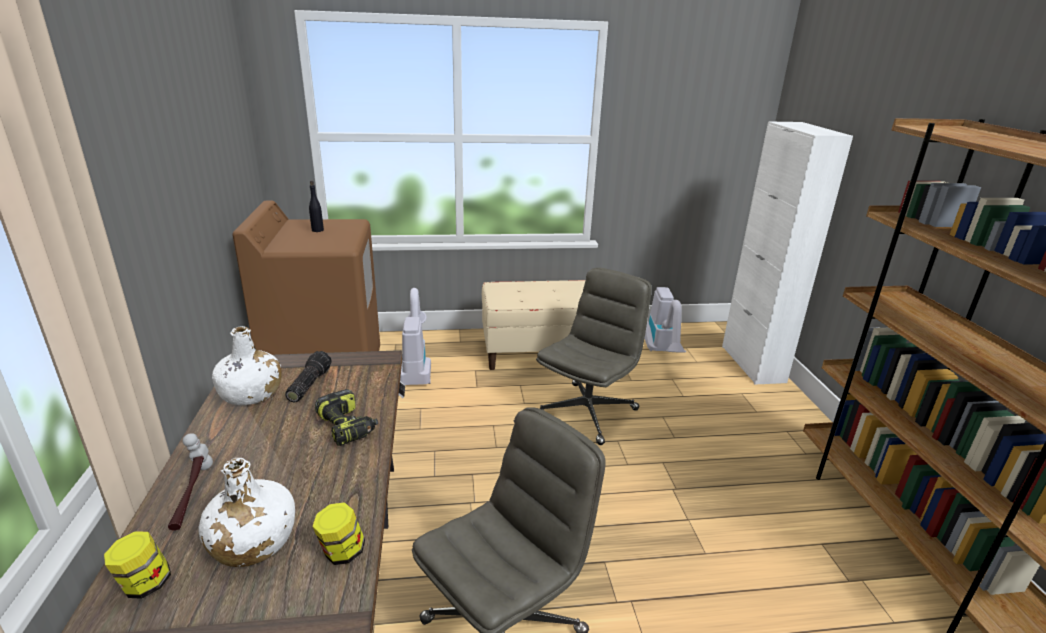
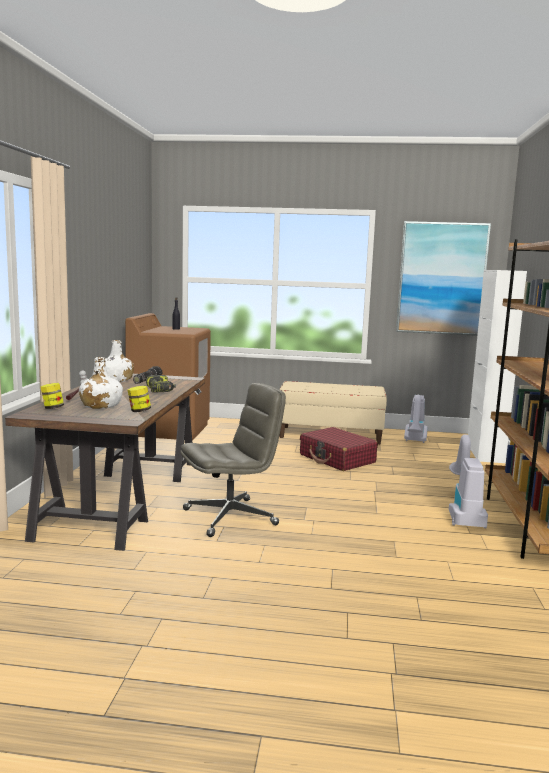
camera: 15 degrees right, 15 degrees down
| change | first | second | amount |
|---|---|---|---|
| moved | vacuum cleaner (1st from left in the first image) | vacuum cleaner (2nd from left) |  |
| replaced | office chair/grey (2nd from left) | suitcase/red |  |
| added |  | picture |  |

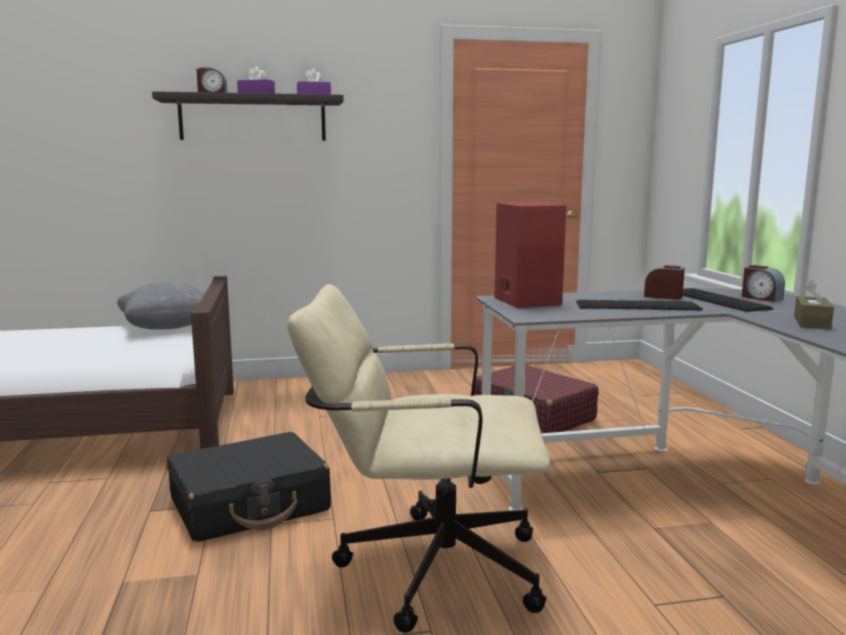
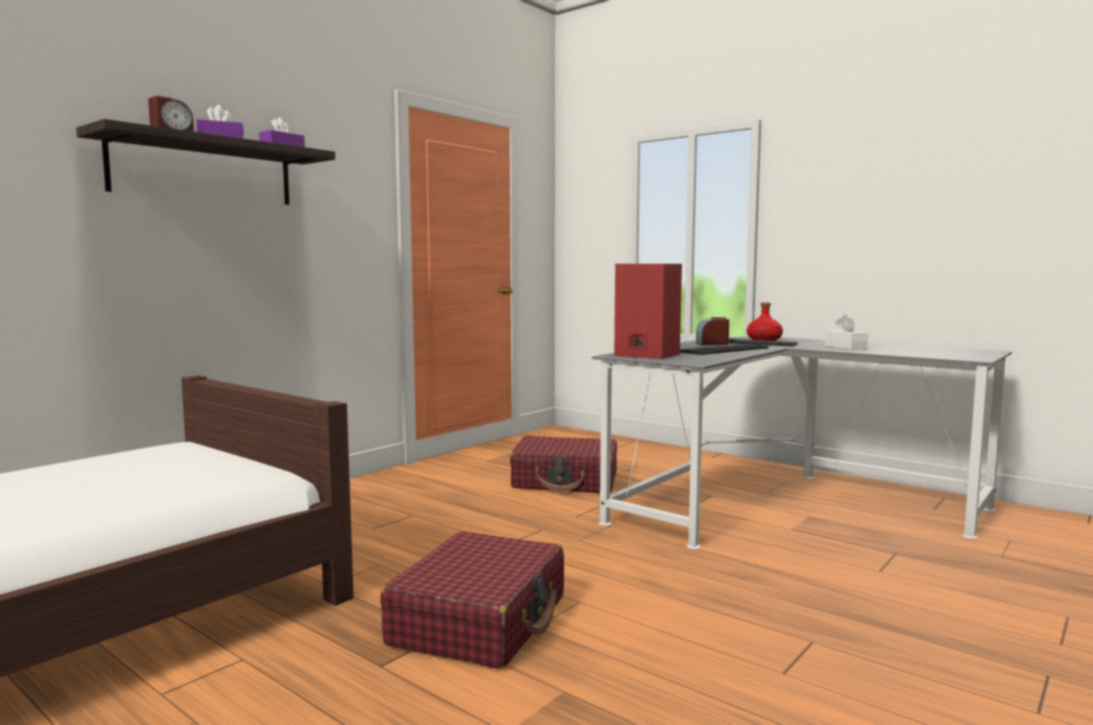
camera: 40 degrees left, 5 degrees down
| change | first | second | amount |
|---|---|---|---|
| removed | pillow/grey |  |  |
| recoloured | suitcase/black | suitcase/red (1st from left) |  |
| removed | office chair/beige |  |  |
| replaced | alarm clock (3rd from left) | bottle/red |  |
| recoloured | tissue box/brown | tissue box/white |  |

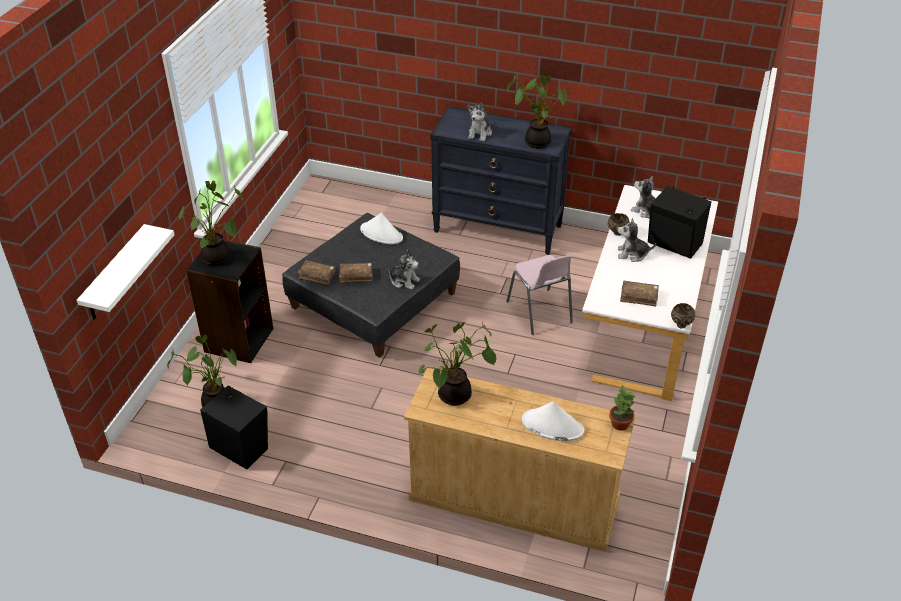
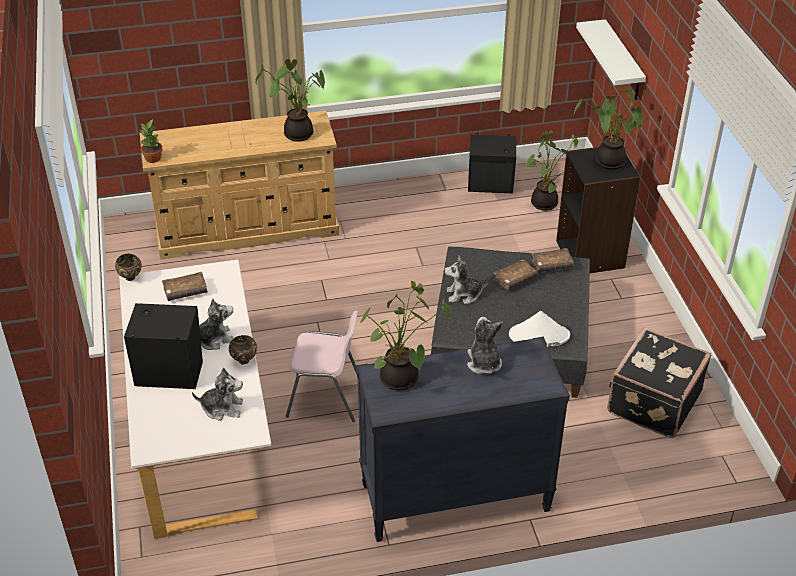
camera: 150 degrees right, 0 degrees up
| change | first | second | amount |
|---|---|---|---|
| turned | chair/pink |  | 150 degrees clockwise |
| removed | hat/white (2nd from left) |  |  |
| added |  | suitcase/black |  |

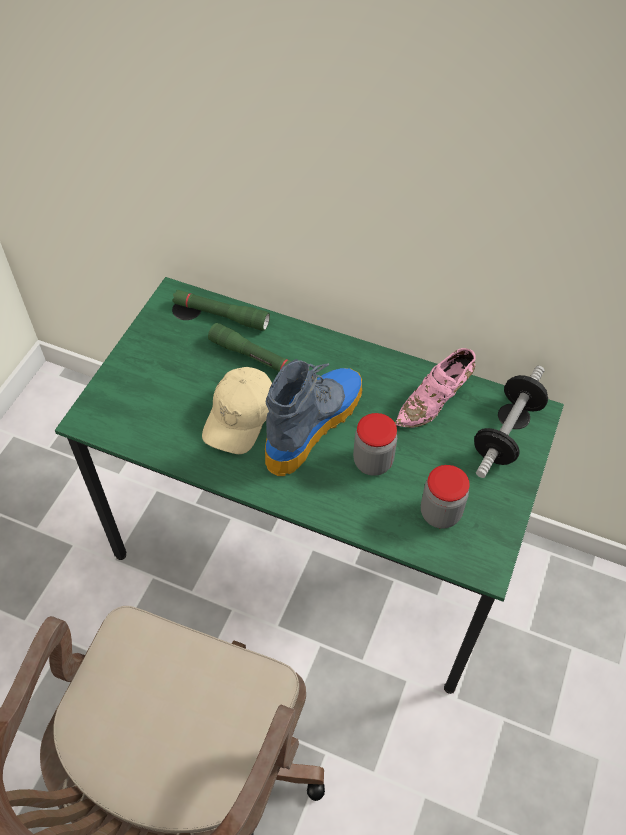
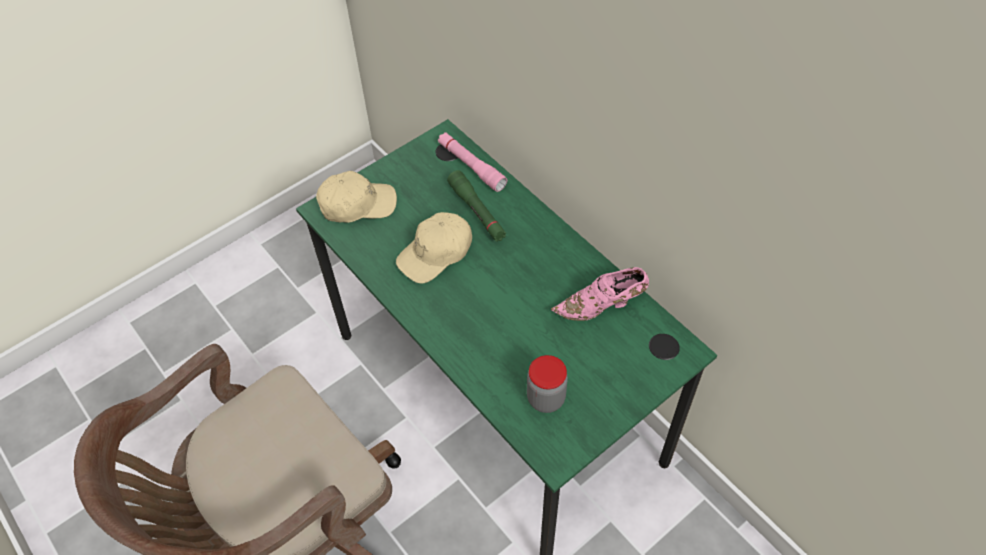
camera: 30 degrees right, 0 degrees up
| change | first | second | amount |
|---|---|---|---|
| recoloured | flashlight/green (1st from left) | flashlight/pink |  |
| removed | boot |  |  |
| removed | jar (1st from left) |  |  |
| removed | dumbbell |  |  |
| added |  | cap/beige (1st from left) |  |

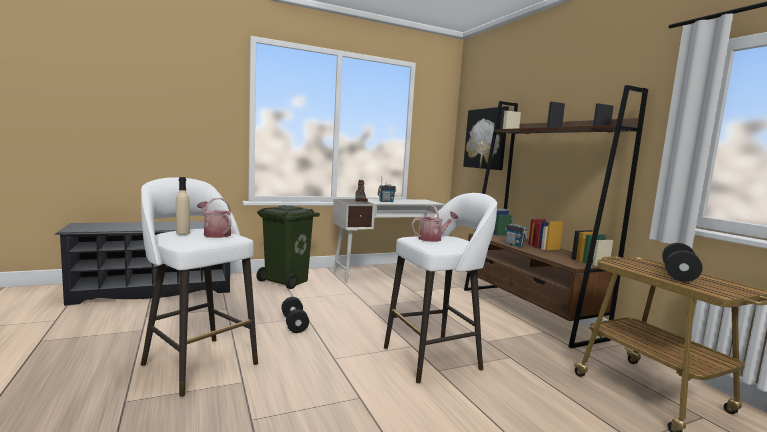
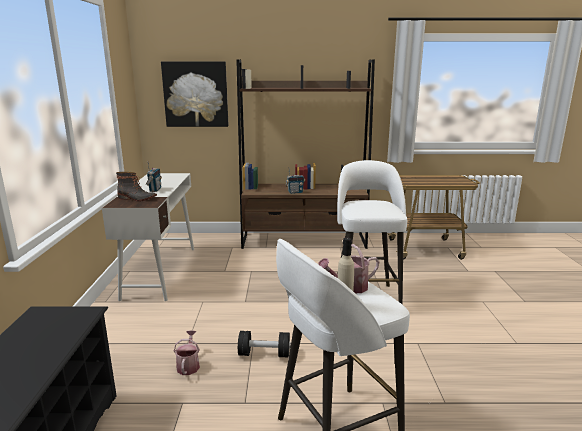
camera: 65 degrees left, 10 degrees up
| change | first | second | amount |
|---|---|---|---|
| removed | trash can/green |  |  |
| moved | watering can (2nd from left in the first image) | watering can (1st from left) |  |
| removed | dumbbell/black (2nd from left) |  |  |

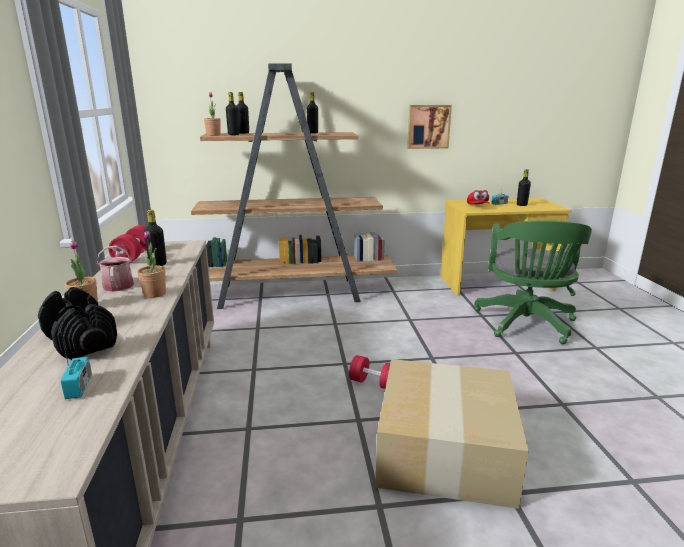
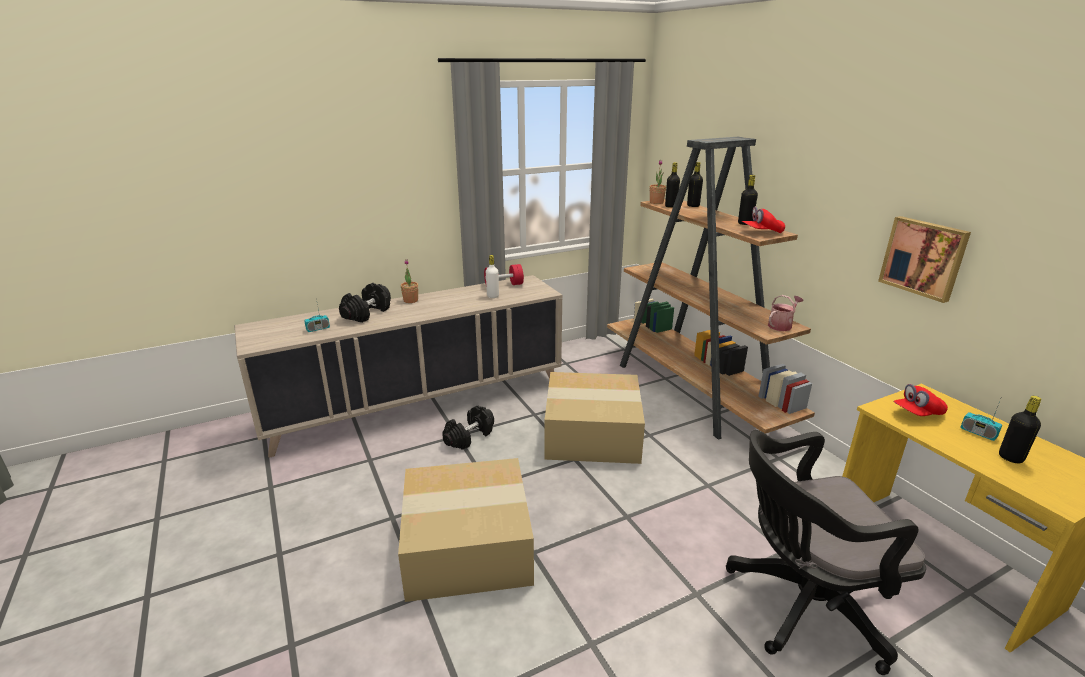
camera: 70 degrees right, 5 degrees up
| change | first | second | amount |
|---|---|---|---|
| moved | watering can |  |  |
| removed | potted plant (2nd from left) |  |  |
| recoloured | bottle/black (1st from left) | bottle/white |  |
| removed | dumbbell/red (2nd from left) |  |  |
| recoloured | office chair/green | office chair/black |  |
| added |  | dumbbell/black (2nd from left) |  |
| added |  | cardboard box (2nd from left) |  |
| added |  | cap/red (1st from left) |  |

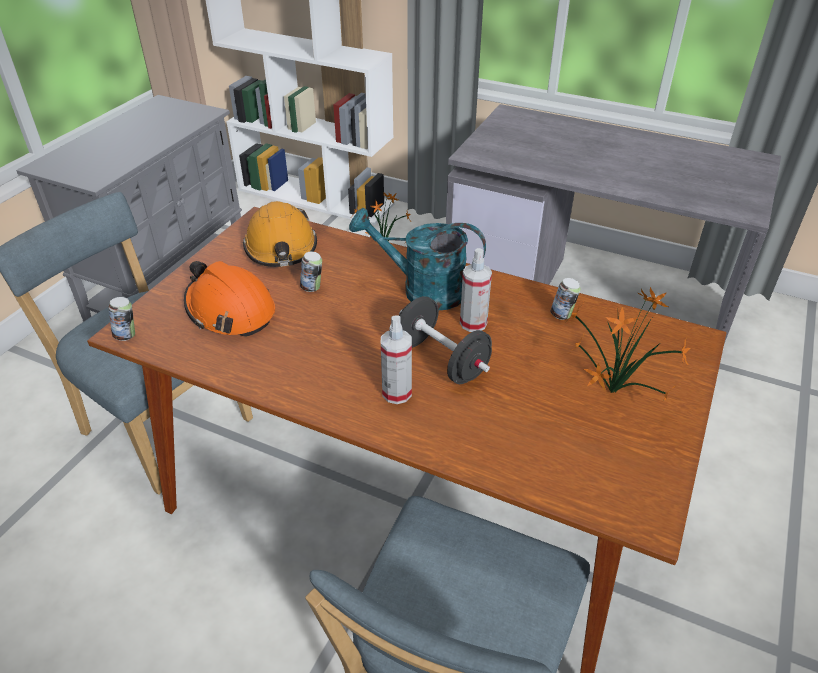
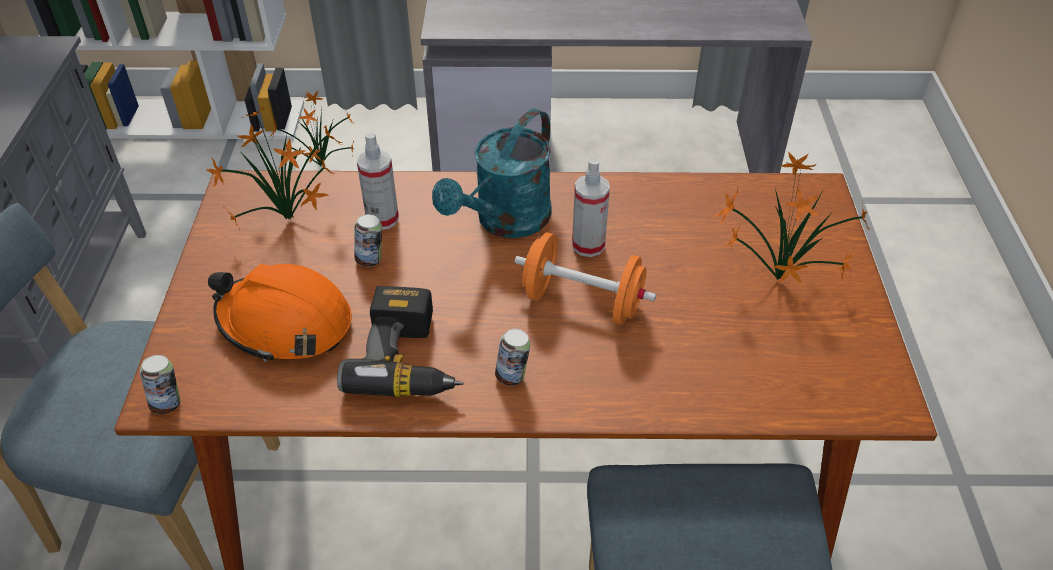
camera: 25 degrees left, 5 degrees up
| change | first | second | amount |
|---|---|---|---|
| replaced | hard hat/orange (2nd from left) | potted plant (1st from left) |  |
| turned | watering can/turquoise |  | 45 degrees counterclockwise |
| moved | spray bottle (1st from left) |  |  |
| recoloured | dumbbell/black | dumbbell/orange |  |
| moved | can (3rd from left) |  |  |
| added |  | power drill |  |

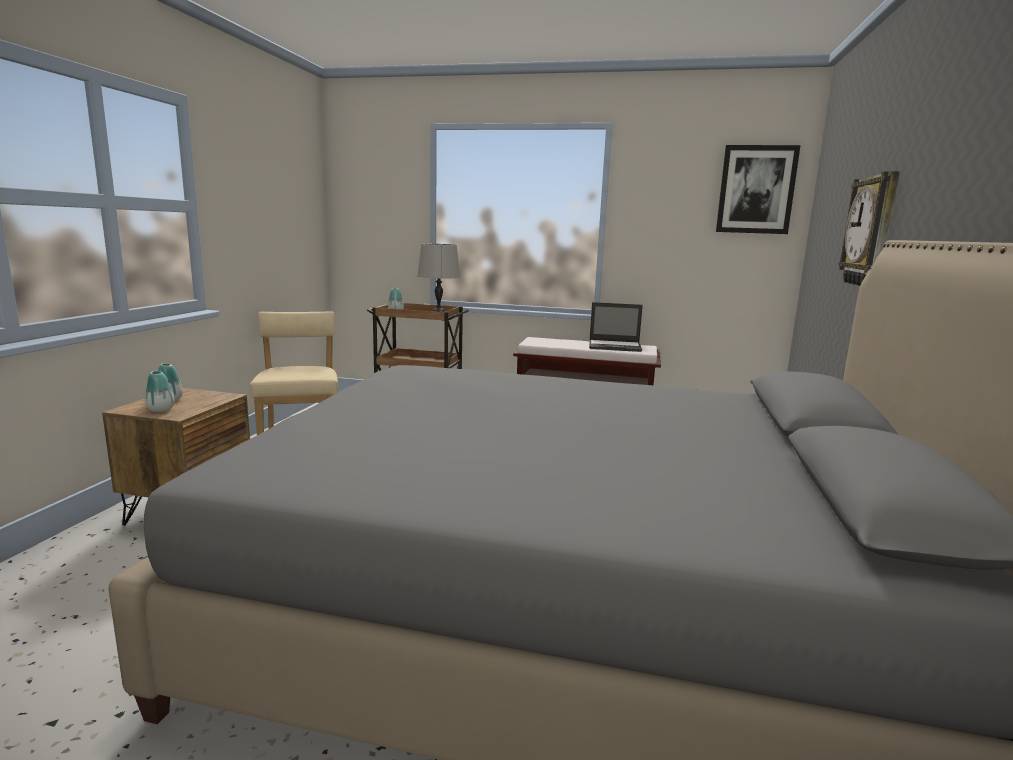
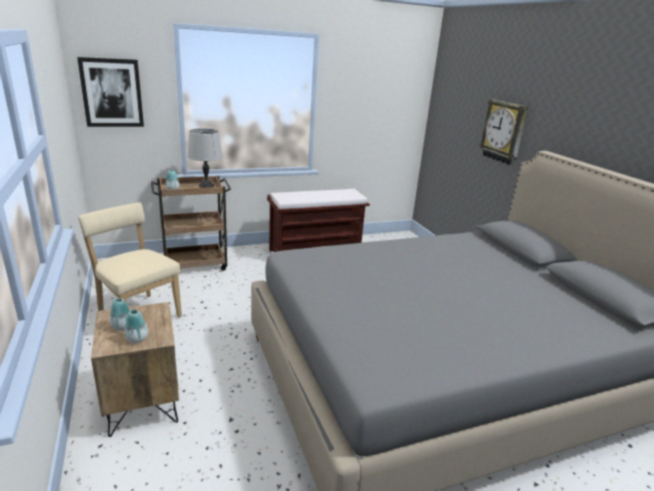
camera: 35 degrees left, 10 degrees up
| change | first | second | amount |
|---|---|---|---|
| removed | laptop |  |  |
| moved | picture |  |  |

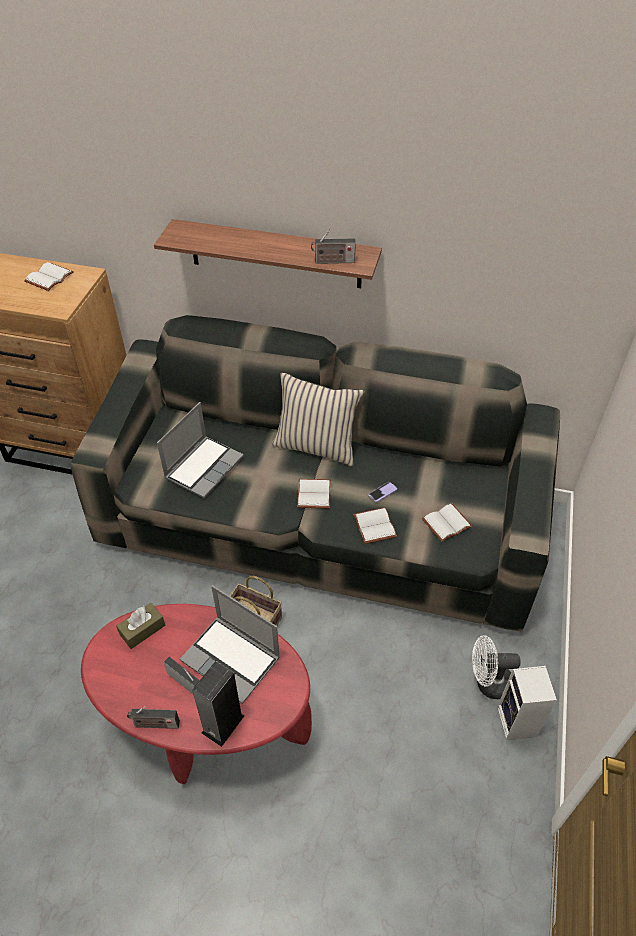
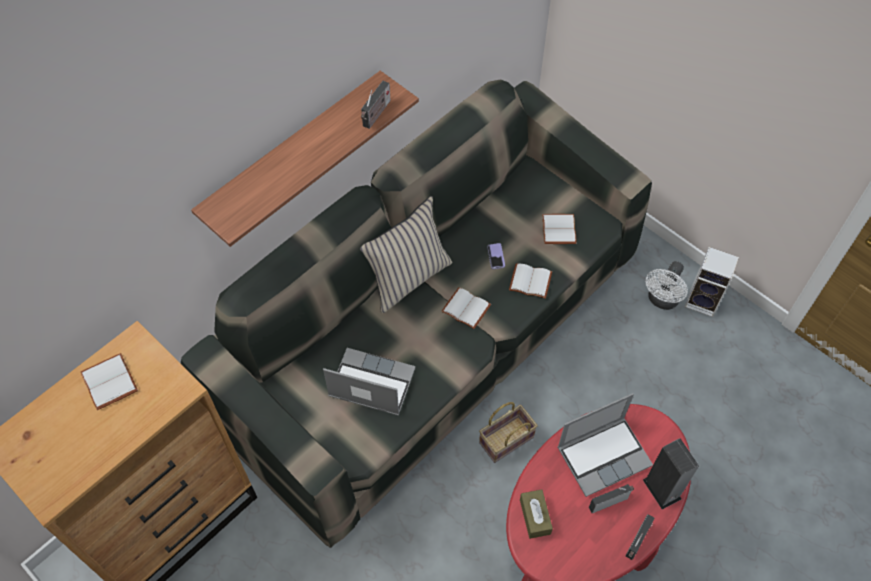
camera: 60 degrees left, 10 degrees up
| change | first | second | amount |
|---|---|---|---|
| turned | laptop (1st from left) |  | 45 degrees counterclockwise |

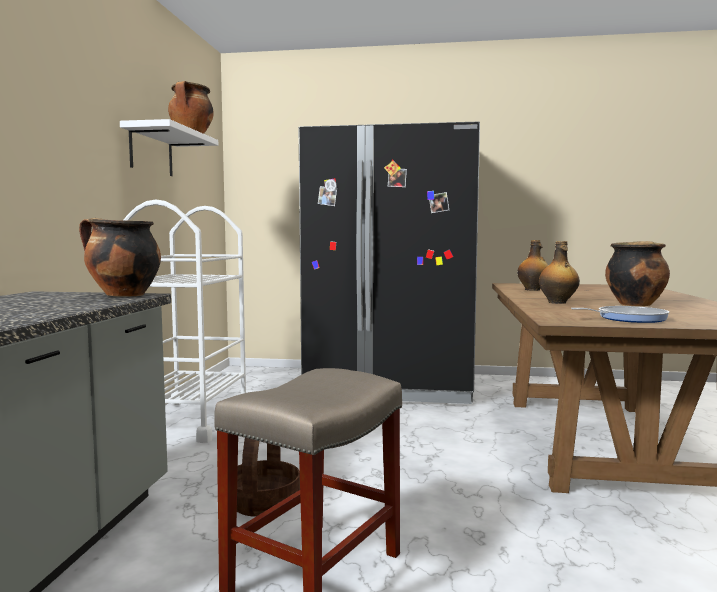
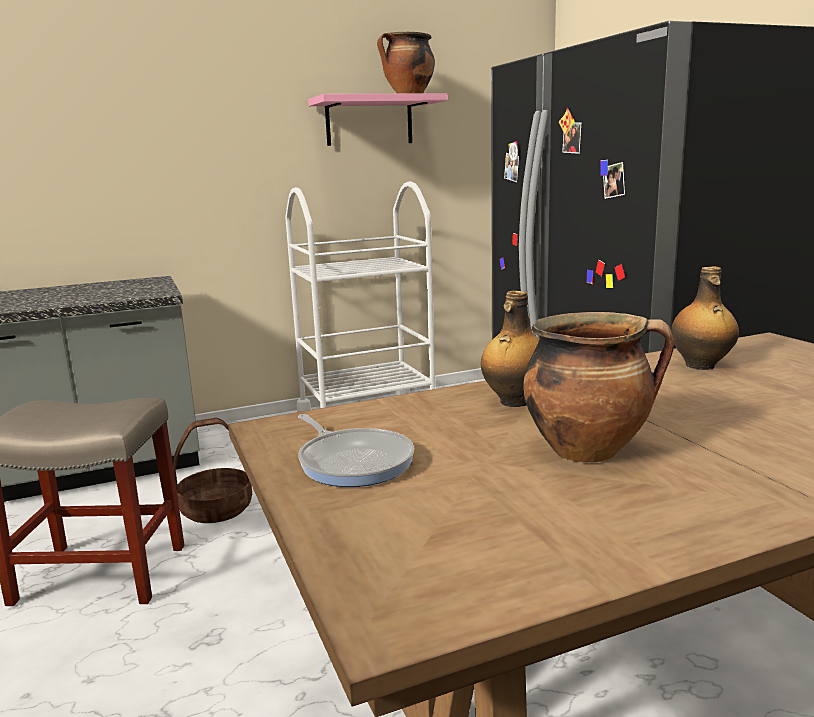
camera: 60 degrees right, 10 degrees up
| change | first | second | amount |
|---|---|---|---|
| removed | cooking pot (1st from left) |  |  |
| recoloured | shelf/white | shelf/pink |  |

